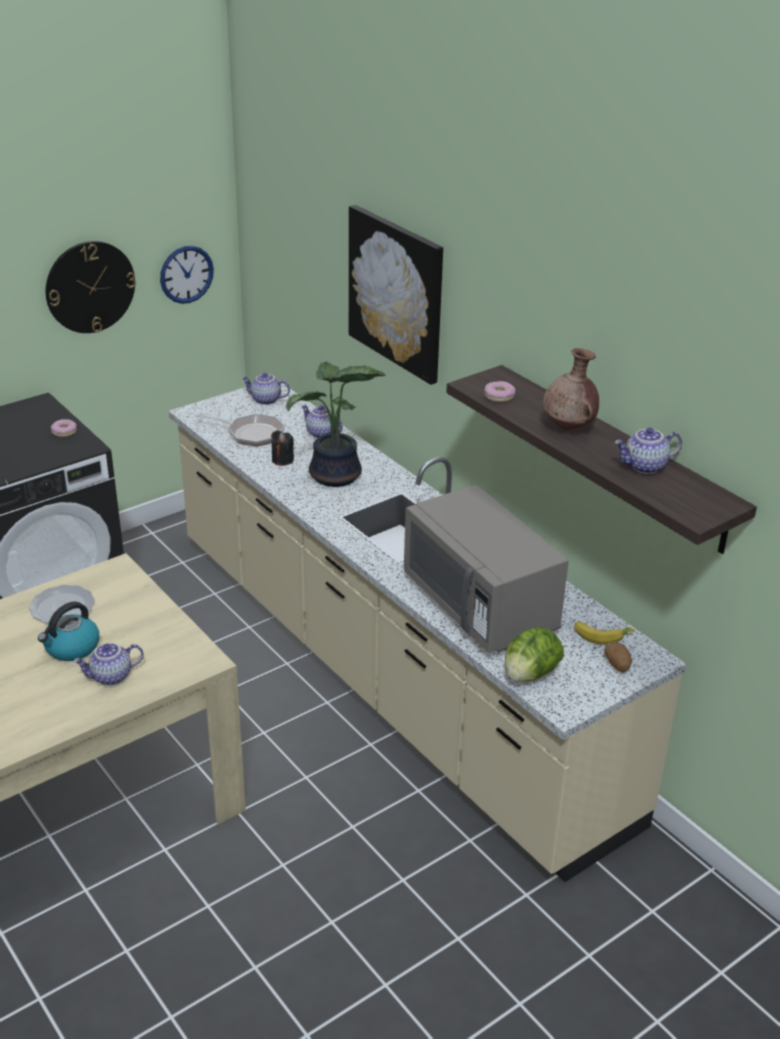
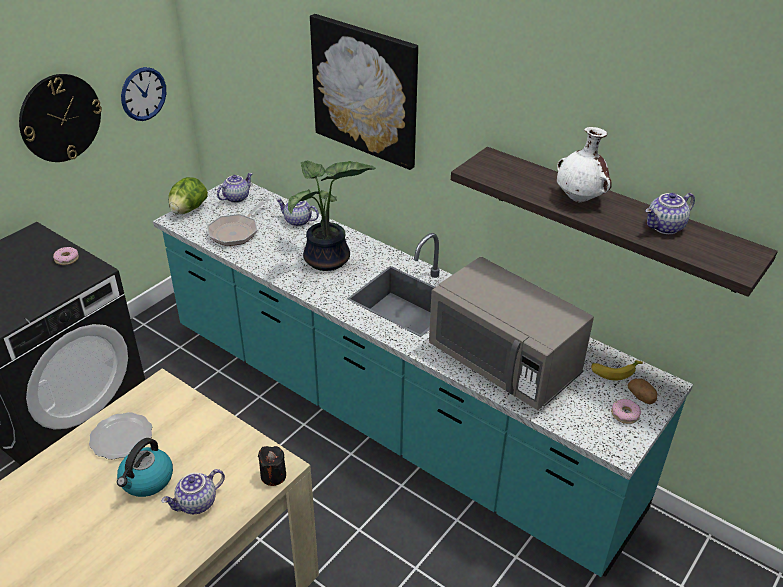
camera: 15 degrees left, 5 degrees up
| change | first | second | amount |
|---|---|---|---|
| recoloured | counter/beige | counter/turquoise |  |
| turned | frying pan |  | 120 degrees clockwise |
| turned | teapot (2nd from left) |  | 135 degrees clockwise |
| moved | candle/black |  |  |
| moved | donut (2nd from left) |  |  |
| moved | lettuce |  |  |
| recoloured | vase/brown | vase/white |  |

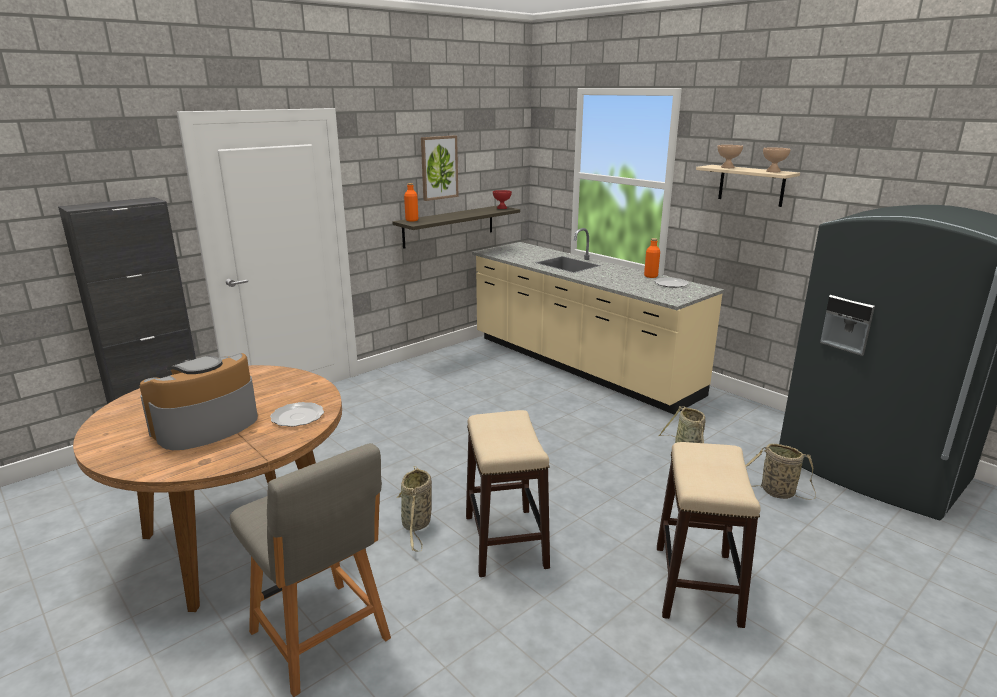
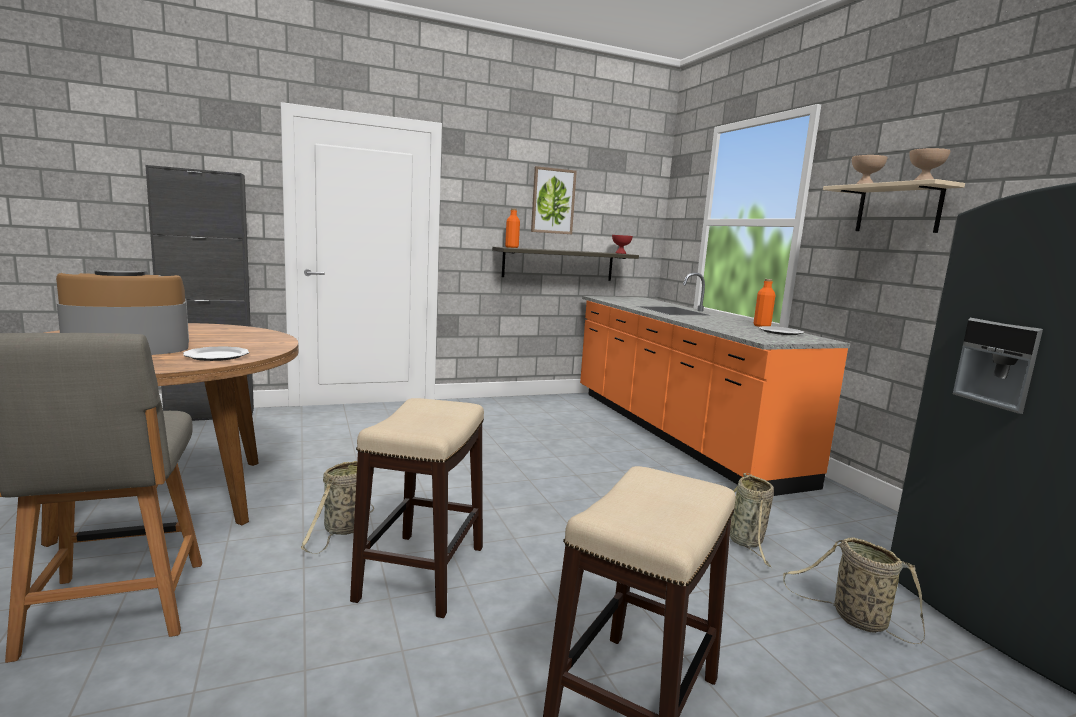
camera: 20 degrees right, 10 degrees down
| change | first | second | amount |
|---|---|---|---|
| recoloured | counter/beige | counter/orange |  |

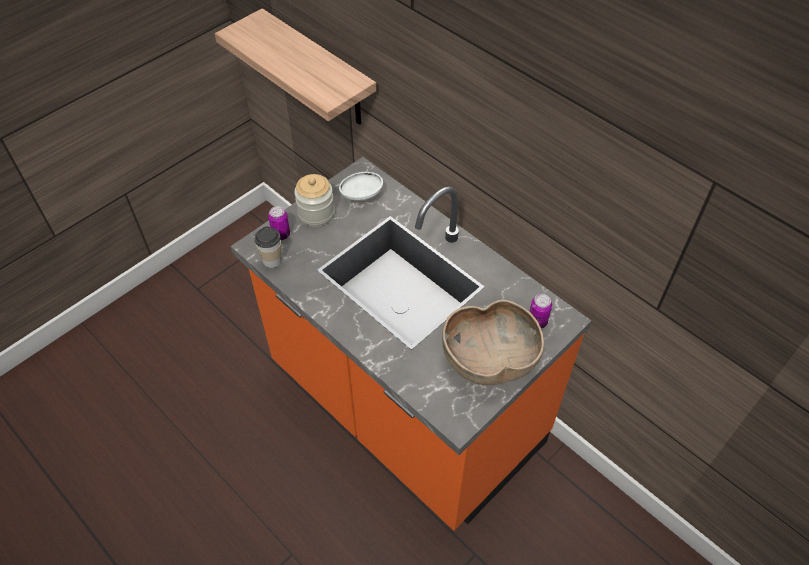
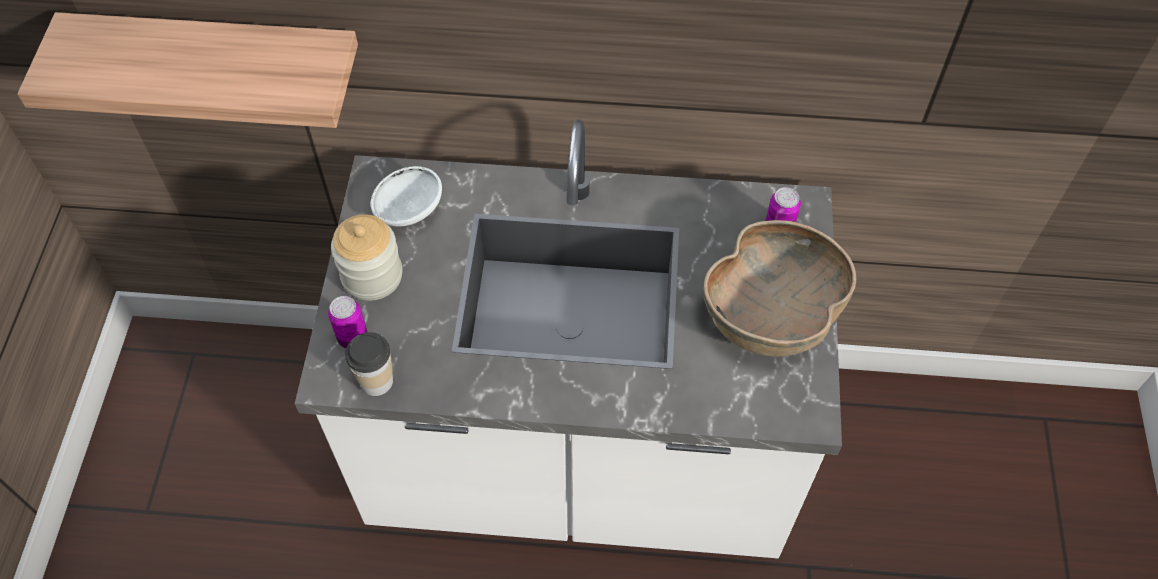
camera: 40 degrees left, 5 degrees up
| change | first | second | amount |
|---|---|---|---|
| recoloured | counter/orange | counter/white |  |

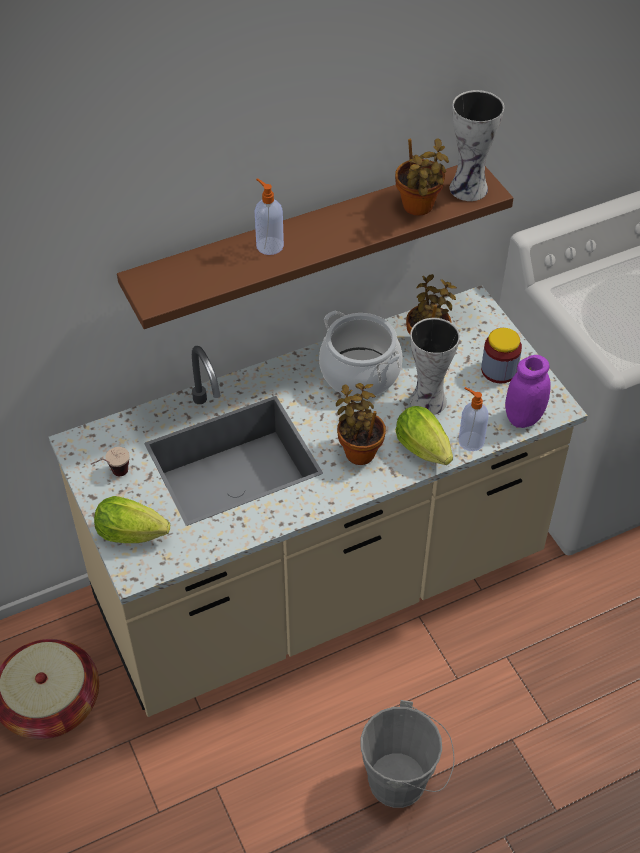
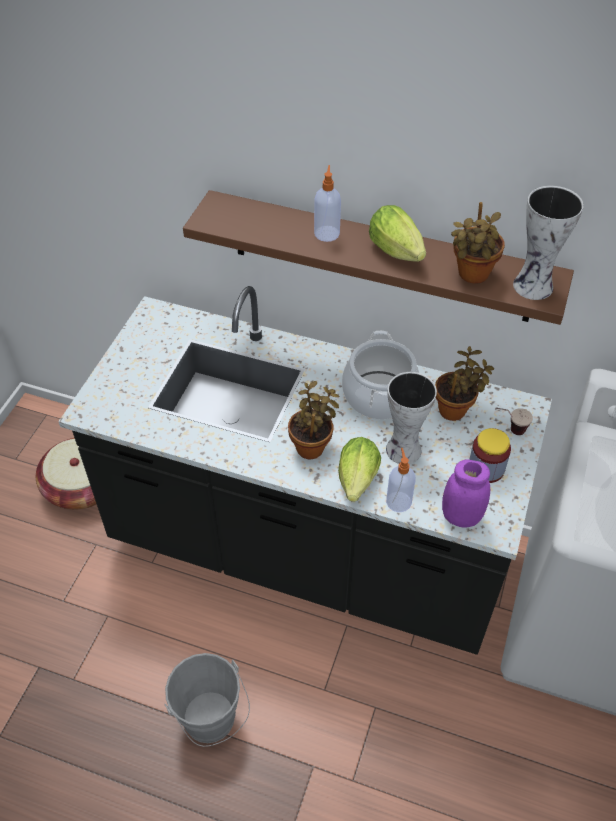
camera: 45 degrees right, 0 degrees up
| change | first | second | amount |
|---|---|---|---|
| recoloured | counter/beige | counter/black |  |
| moved | cup |  |  |
| moved | lettuce (1st from left in the first image) | lettuce (2nd from left) |  |

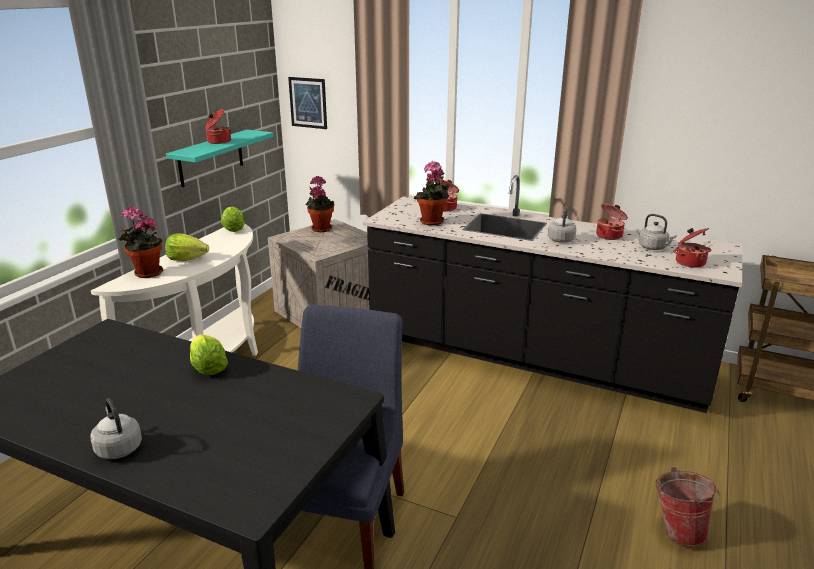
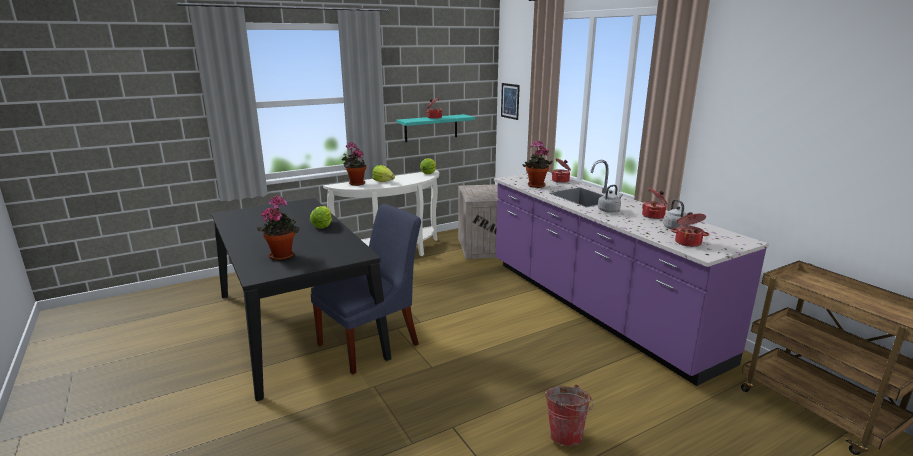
camera: 35 degrees right, 5 degrees down
| change | first | second | amount |
|---|---|---|---|
| removed | kettle/grey (1st from left) |  |  |
| moved | potted plant (2nd from left in the first image) | potted plant (1st from left) |  |
| recoloured | counter/black | counter/purple |  |

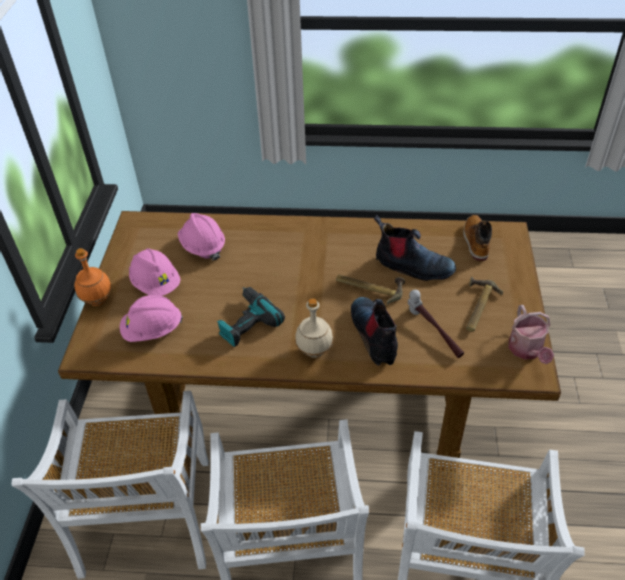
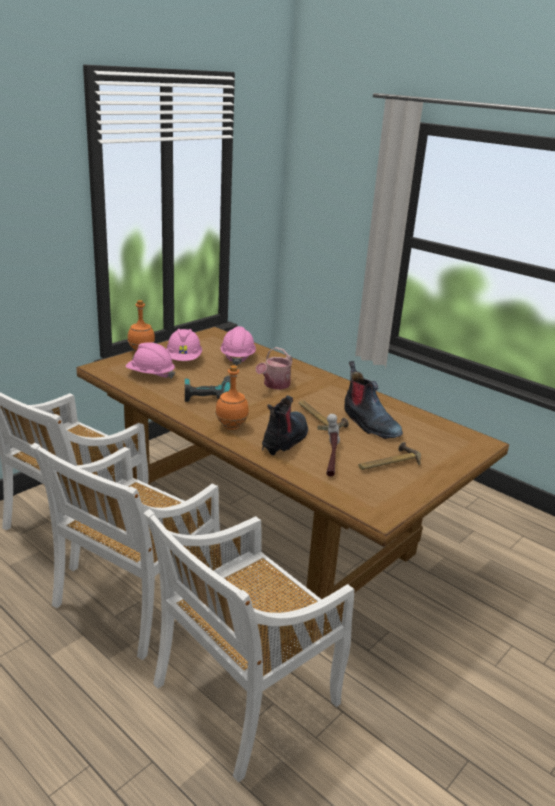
camera: 35 degrees right, 20 degrees down
| change | first | second | amount |
|---|---|---|---|
| recoloured | bottle/beige | bottle/orange (2nd from left) |  |
| removed | boot (3rd from left) |  |  |
| moved | watering can |  |  |

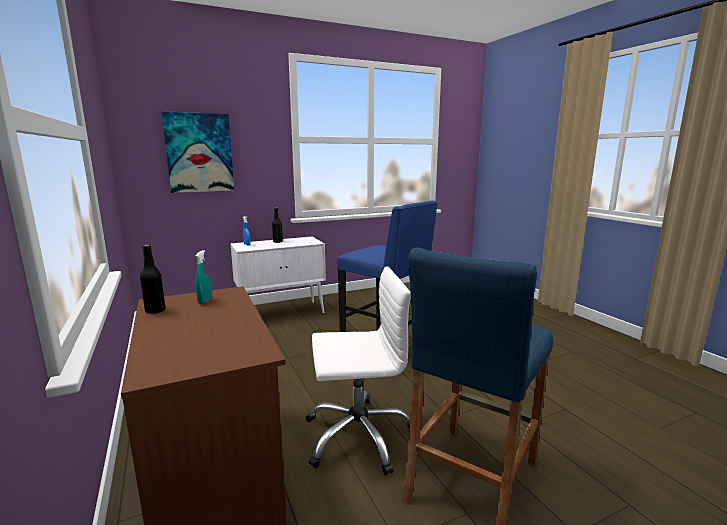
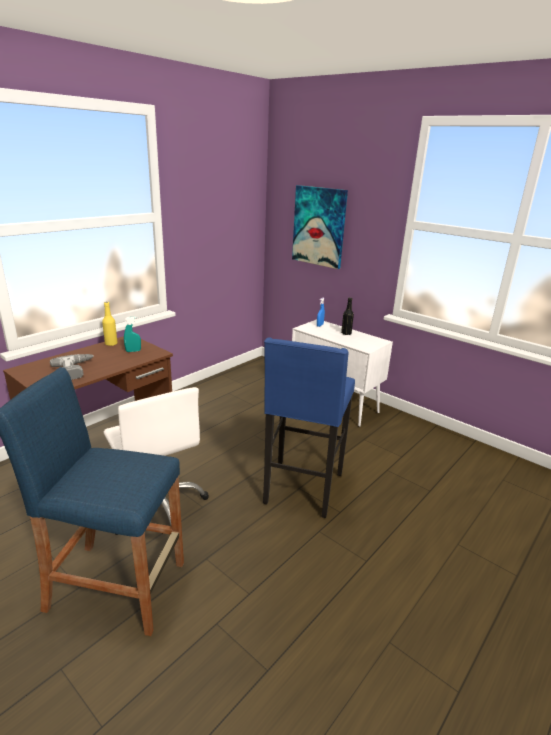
camera: 65 degrees right, 10 degrees up
| change | first | second | amount |
|---|---|---|---|
| recoloured | bottle/black (1st from left) | bottle/yellow |  |
| added |  | power drill |  |

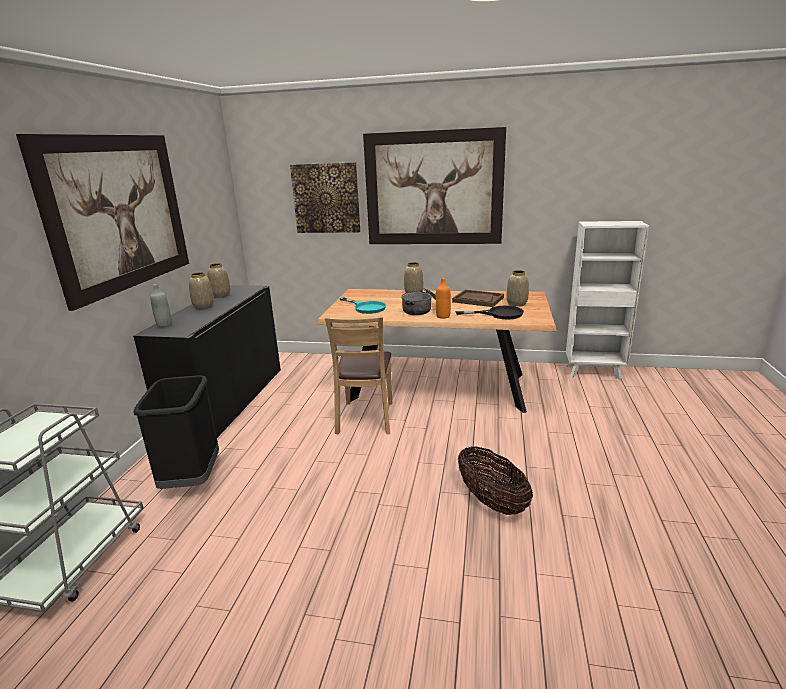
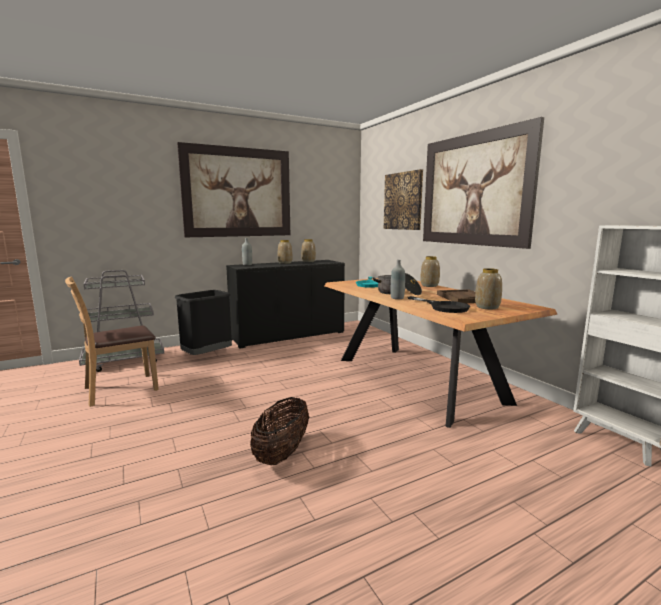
camera: 50 degrees right, 10 degrees down
| change | first | second | amount |
|---|---|---|---|
| moved | chair/brown |  |  |
| recoloured | bottle/orange | bottle/grey (2nd from left) |  |

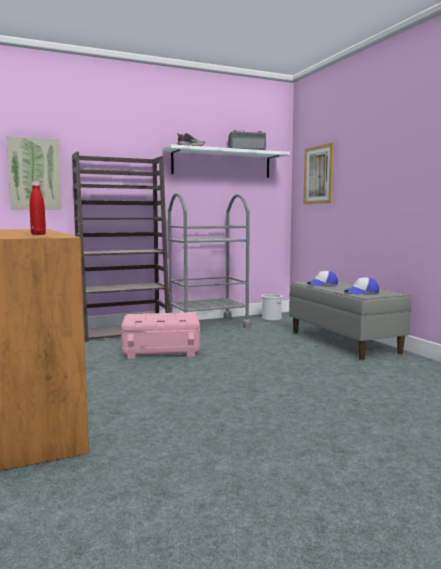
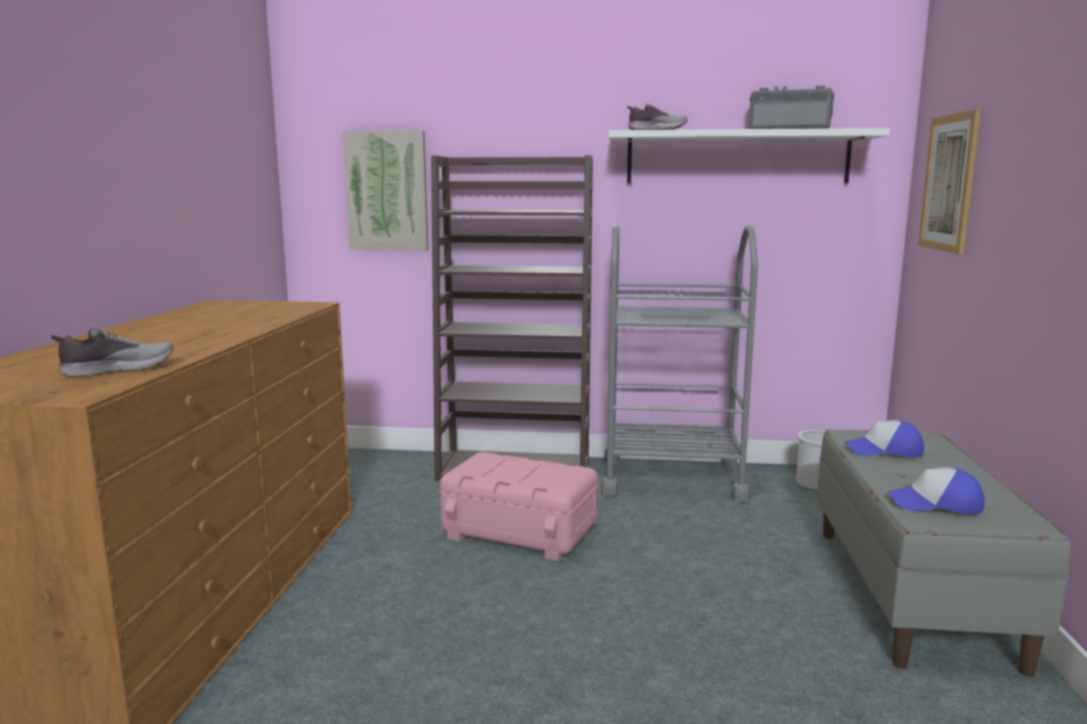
camera: 30 degrees right, 5 degrees up
| change | first | second | amount |
|---|---|---|---|
| replaced | bottle/red | shoe (1st from left) |  |

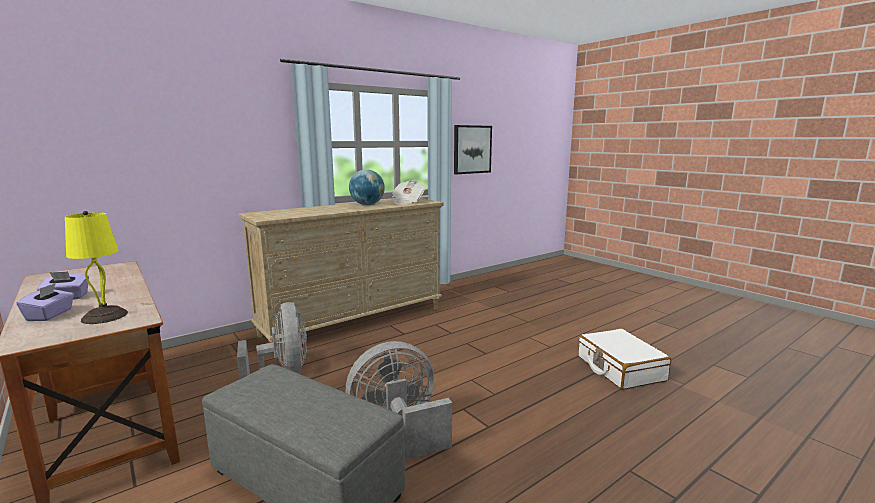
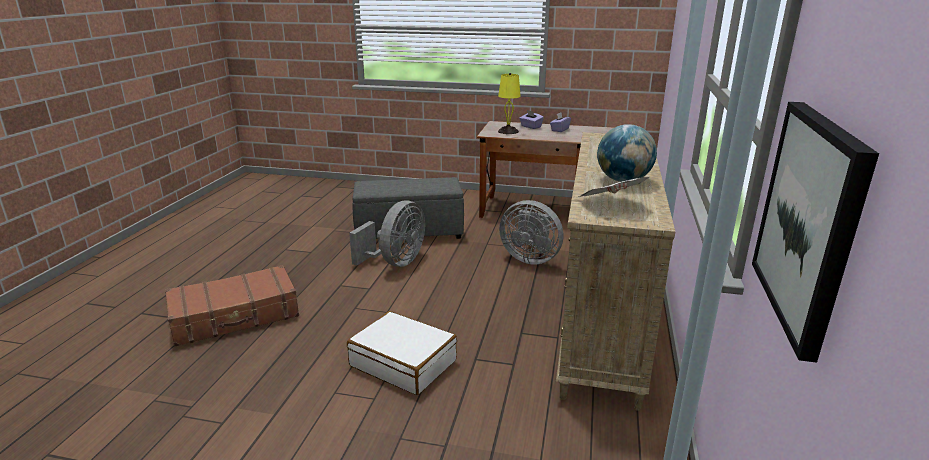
camera: 140 degrees right, 10 degrees up
| change | first | second | amount |
|---|---|---|---|
| moved | suitcase/white |  |  |
| added |  | suitcase/brown |  |

